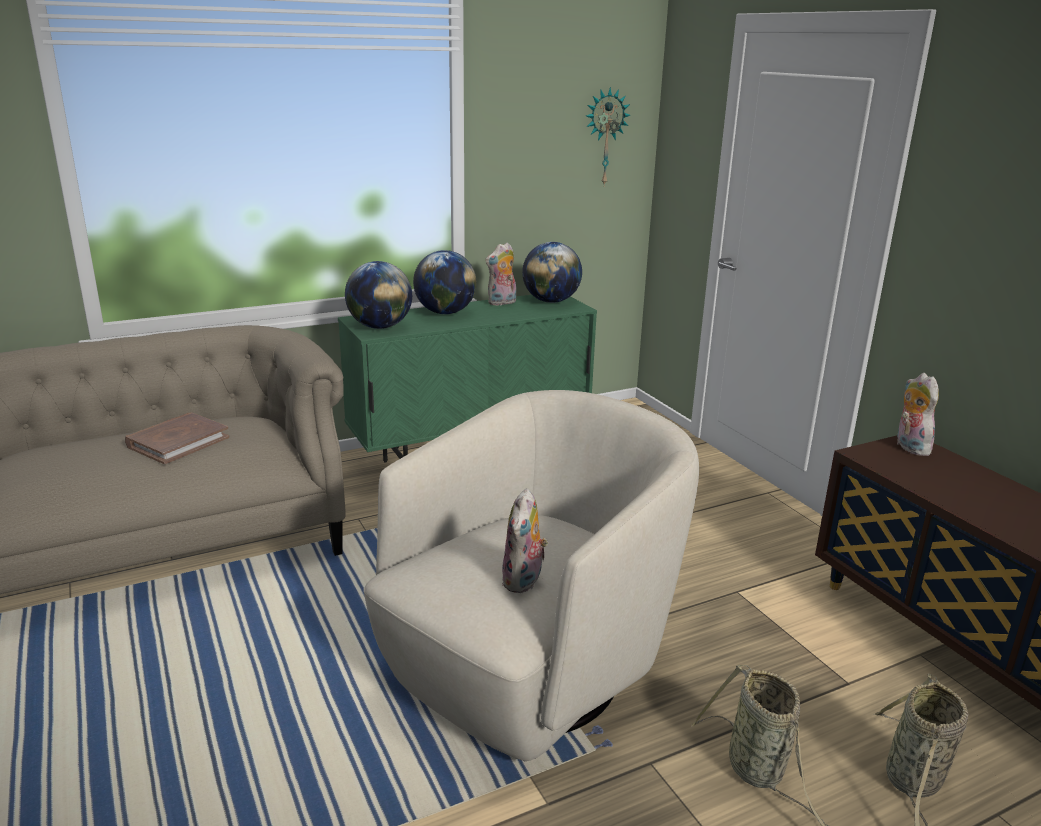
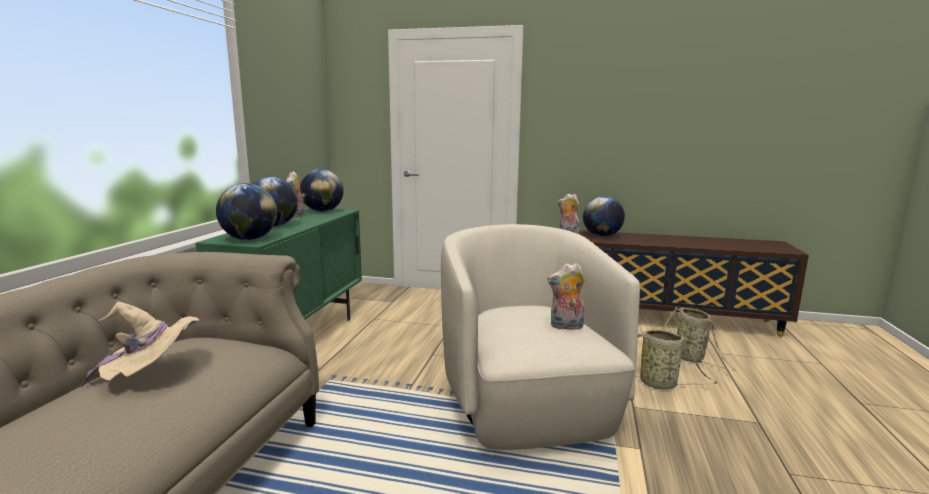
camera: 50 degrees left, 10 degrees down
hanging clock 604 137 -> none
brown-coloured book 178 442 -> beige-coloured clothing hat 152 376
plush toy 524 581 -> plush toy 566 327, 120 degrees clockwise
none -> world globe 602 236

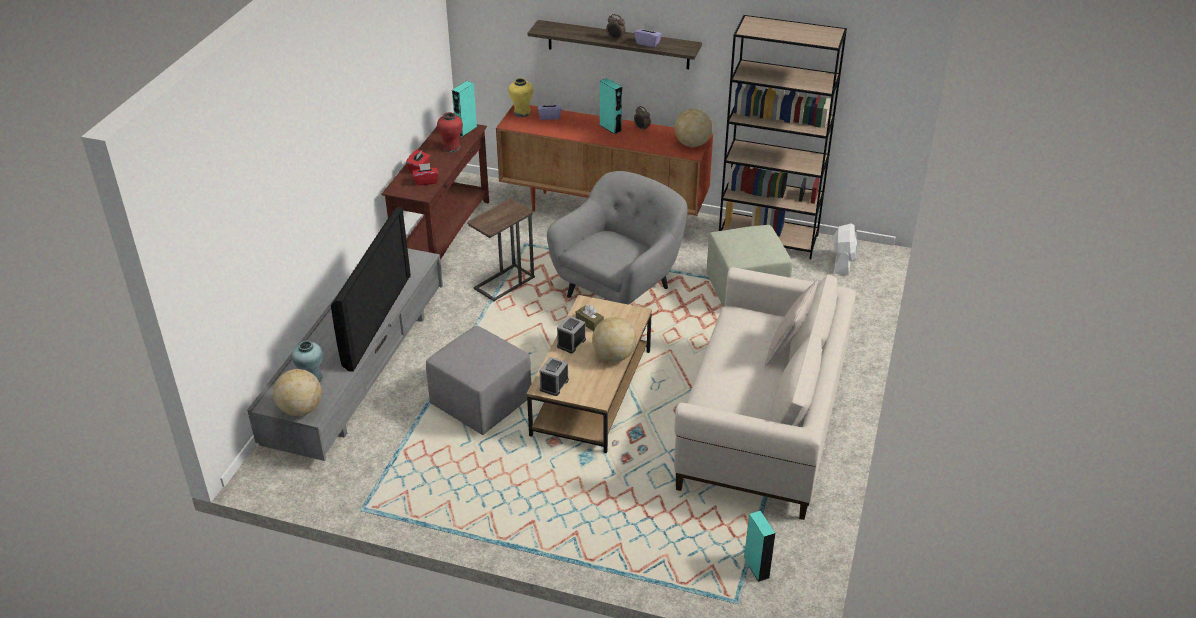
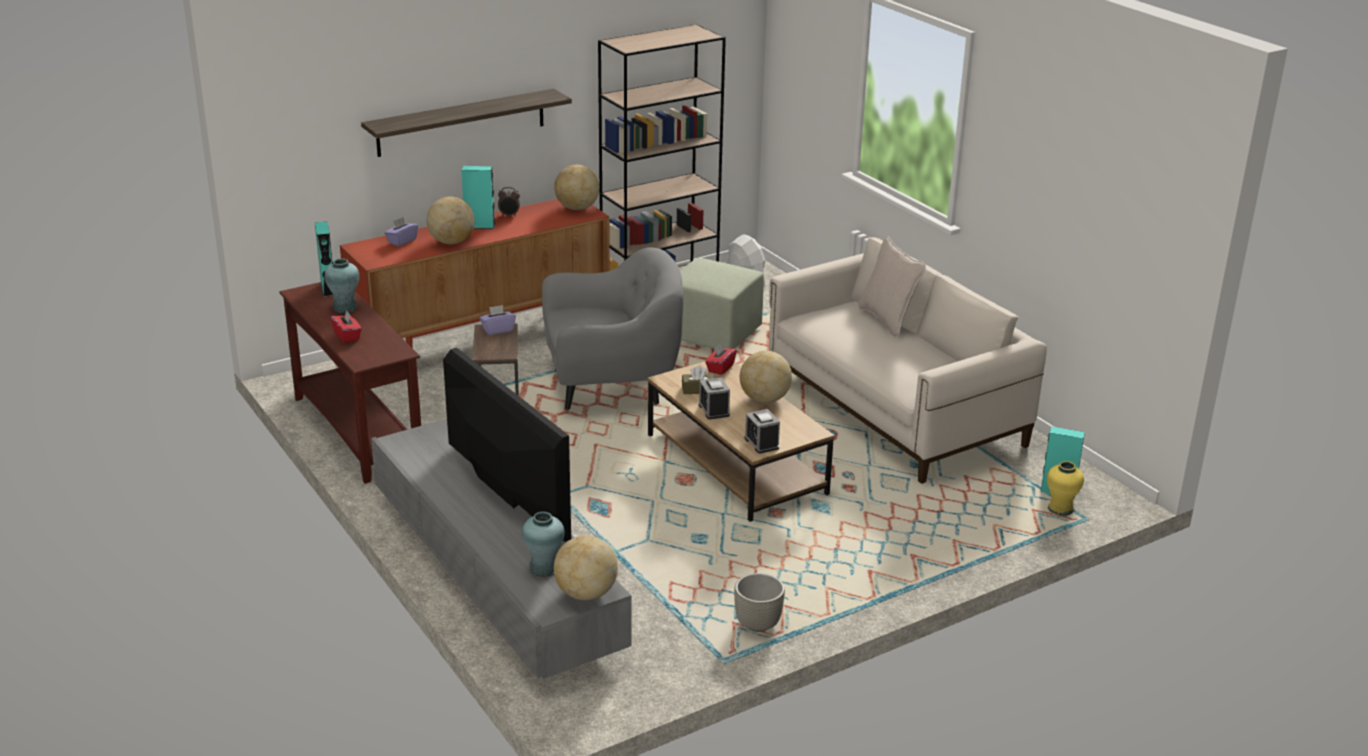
camera: 50 degrees left, 10 degrees down
table clock 615 39 -> none
purple-coloured tissue box 648 43 -> purple-coloured tissue box 498 330, relocated
yellow vase 522 113 -> yellow vase 1060 510, relocated
reddish vase 451 147 -> turquoise-coloured vase 344 307
reddish tissue box 426 181 -> reddish tissue box 720 368, relocated
gray lounge chair 619 289 -> gray lounge chair 612 386, 90 degrees clockwise
gray pouffe 480 403 -> none
none -> world globe 451 242
none -> gray plant pot 757 625

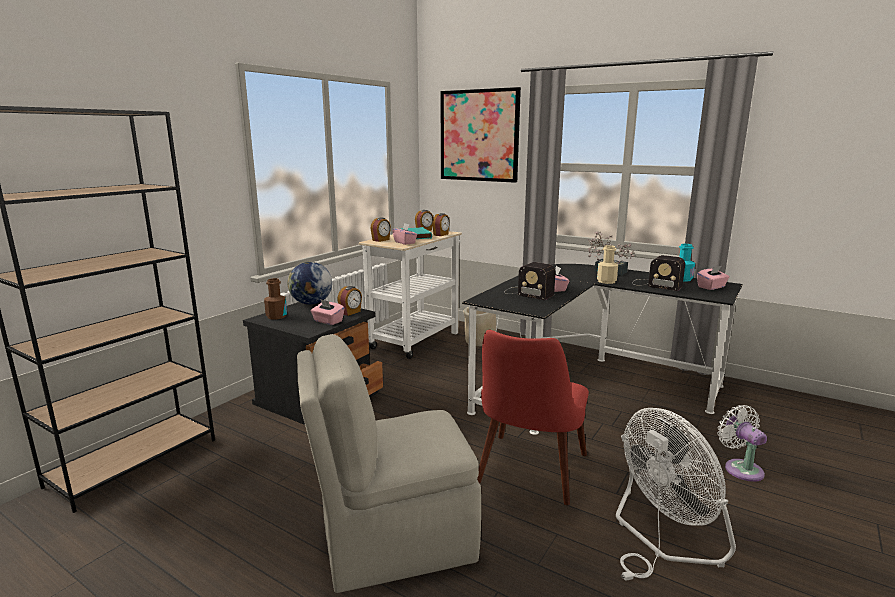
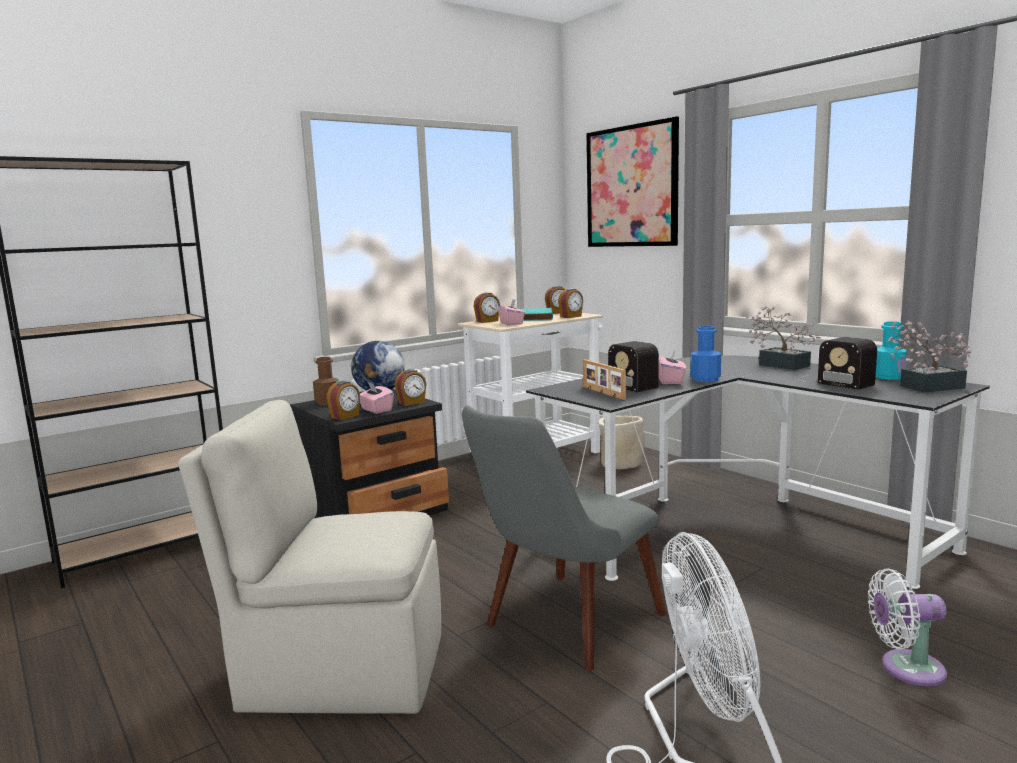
camera: 20 degrees right, 5 degrees down
beige-coloured drink bottle 606 281 -> none
pink tissue box 711 287 -> houseplant 925 387
reddish upright chair 528 476 -> gray upright chair 561 628
white cooling fan 741 468 -> white cooling fan 906 668, 90 degrees counterclockwise
none -> bluish drink bottle 705 379
none -> picture frame 602 393
none -> table clock 345 416

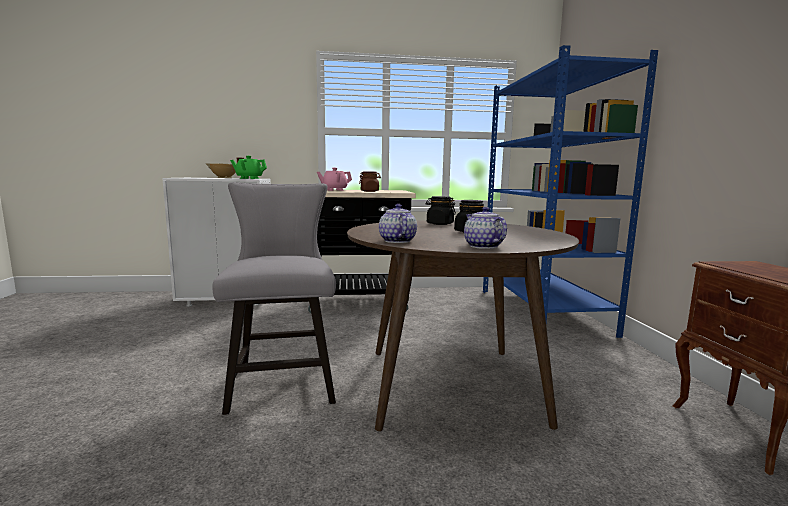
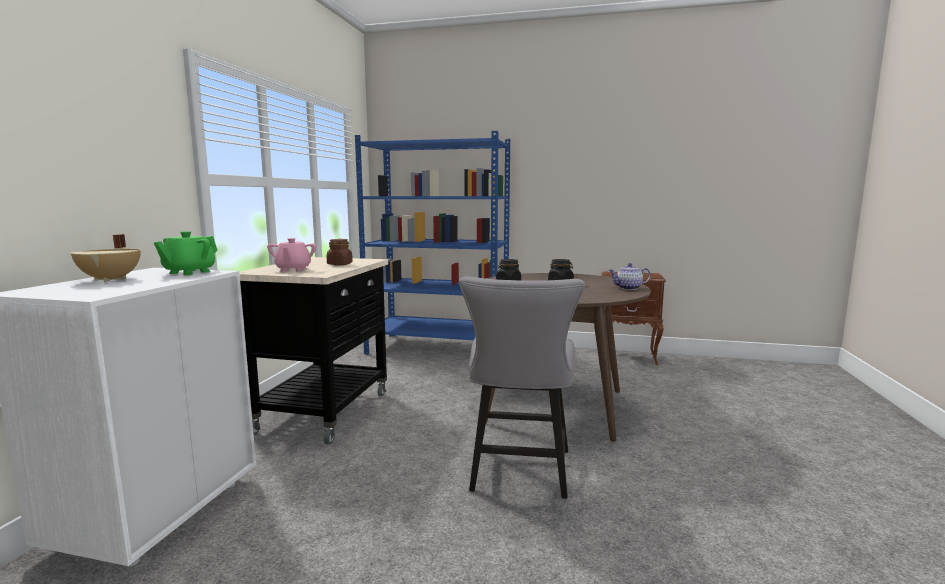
camera: 70 degrees left, 0 degrees up
gray upright chair 283 381 -> gray upright chair 519 474, 90 degrees counterclockwise
tea pot 396 241 -> none

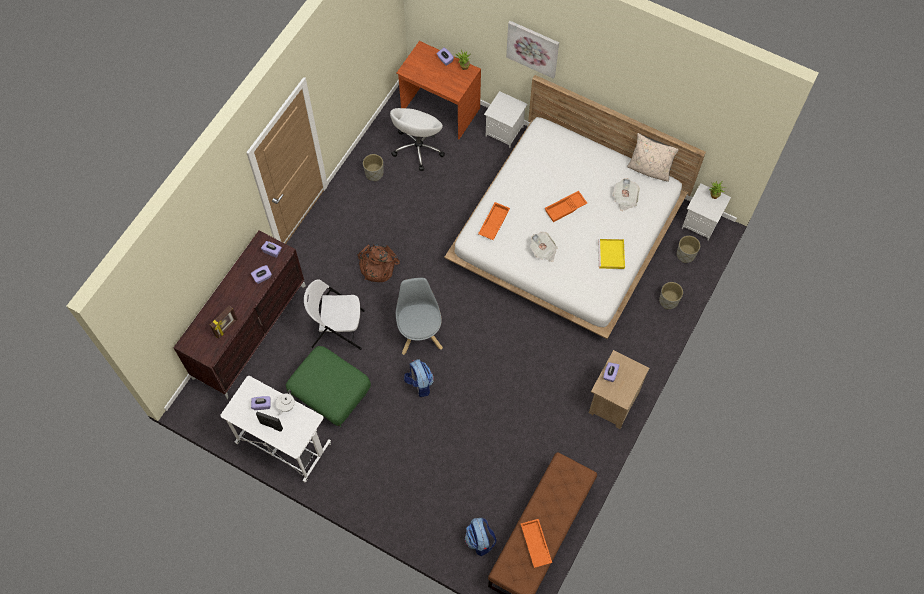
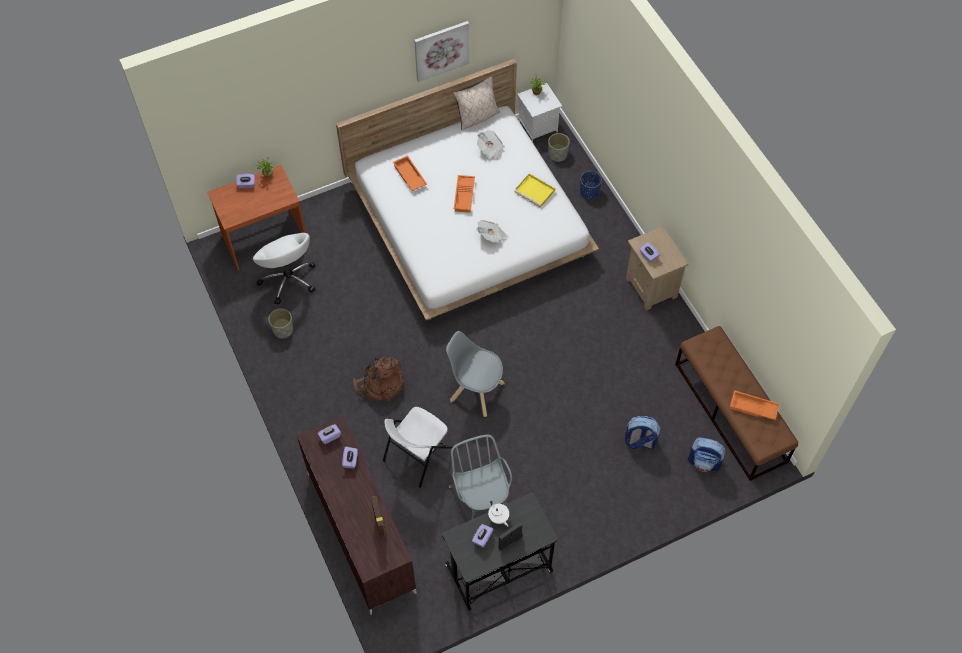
camera: 55 degrees left, 5 degrees down
wall picture 533 48 -> wall picture 441 50, relocated
gray bedside table 505 131 -> none
orange-coloured tray 493 223 -> orange-coloured tray 409 176, relocated
gray plant pot 668 301 -> bluish plant pot 589 192
greenish pouffe 332 394 -> gray upright chair 481 499
backpack 419 384 -> backpack 639 441, relocated
white desk table 283 443 -> black-coloured desk table 498 569

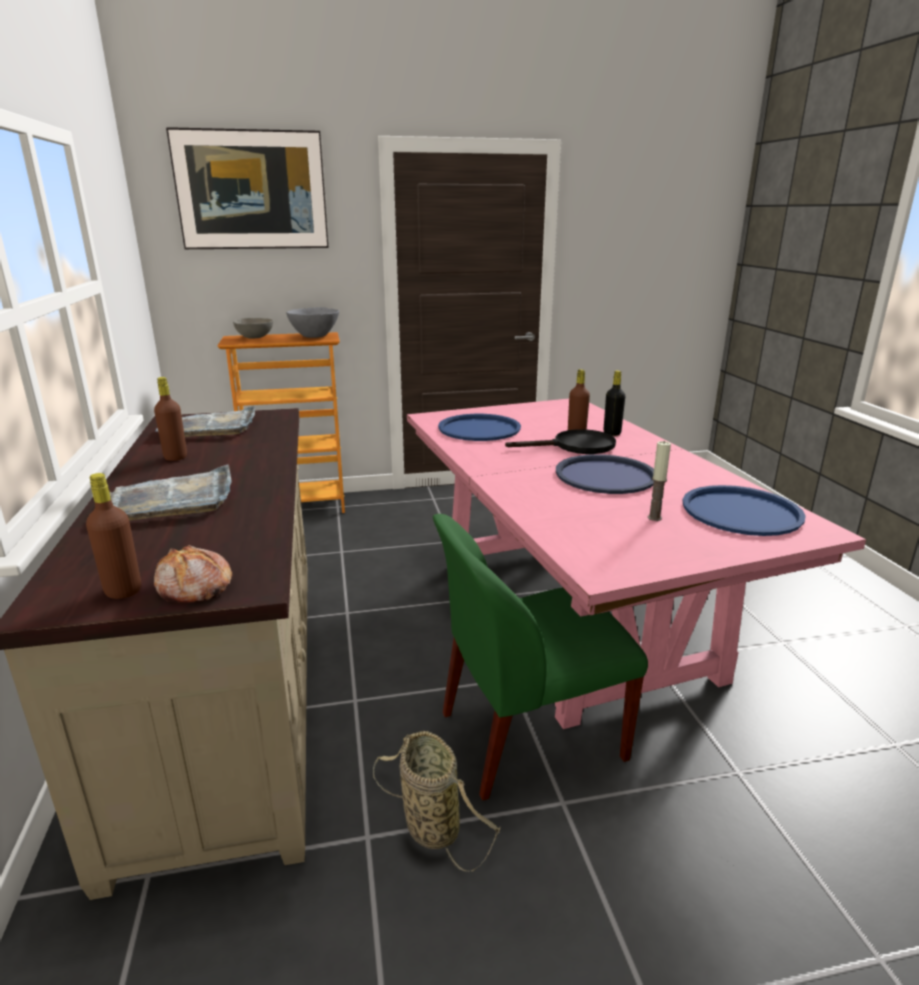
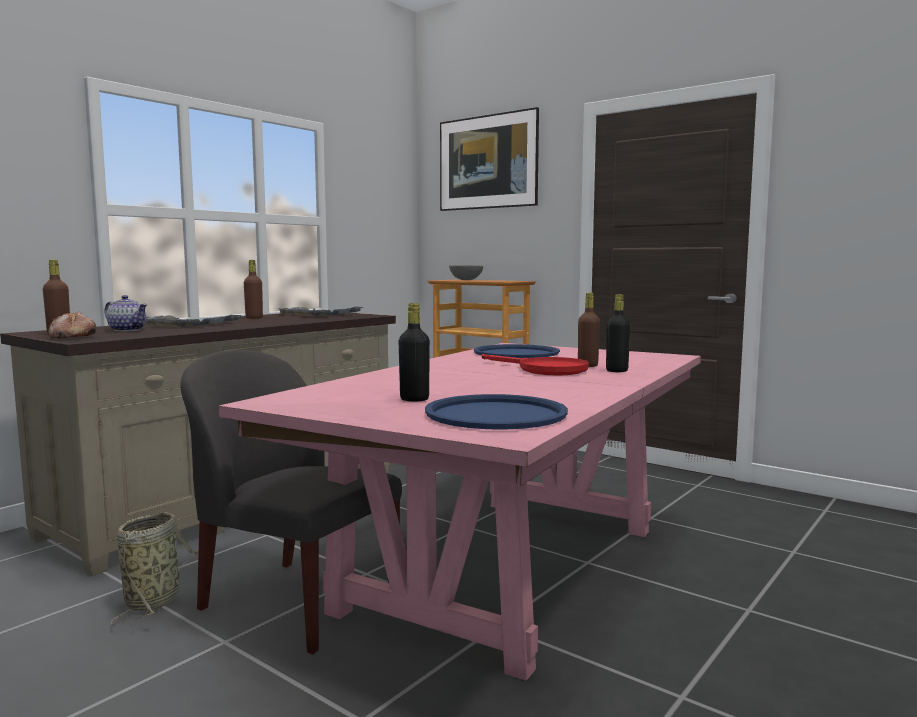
camera: 50 degrees right, 15 degrees down
gray deep dish 315 337 -> none
black-coloured frying pan 575 446 -> reddish frying pan 544 369
wax light 654 518 -> black-coloured drink bottle 414 399
bluish tray 605 476 -> none
greenish upright chair 526 736 -> gray upright chair 295 602
none -> tea pot 127 330

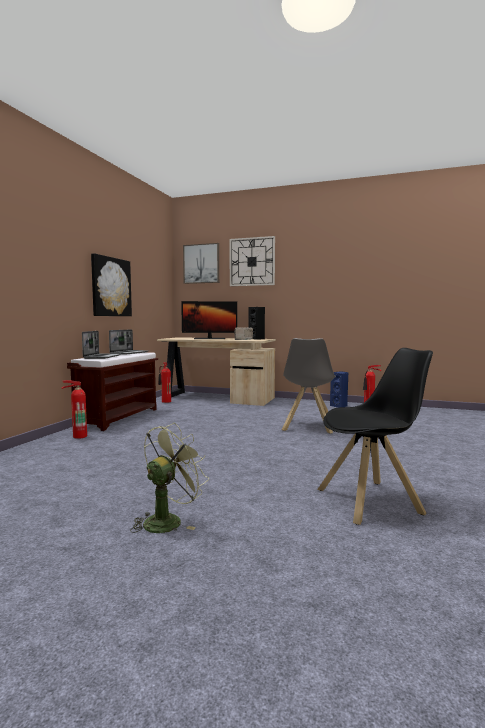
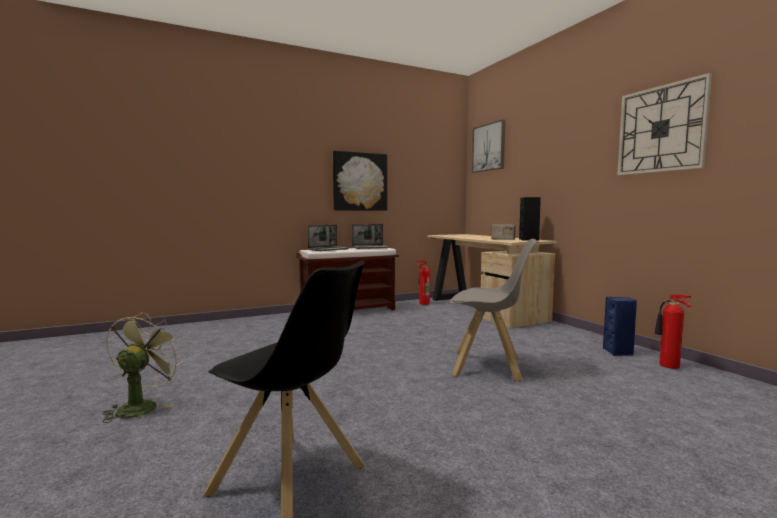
camera: 45 degrees right, 0 degrees up
hanging clock 252 261 -> hanging clock 661 129, relocated
computer display 209 338 -> none
gray upright chair 307 427 -> gray upright chair 489 366, 135 degrees counterclockwise
extinguisher 78 436 -> none
greenish cooling fan 168 520 -> greenish cooling fan 141 406, 75 degrees counterclockwise

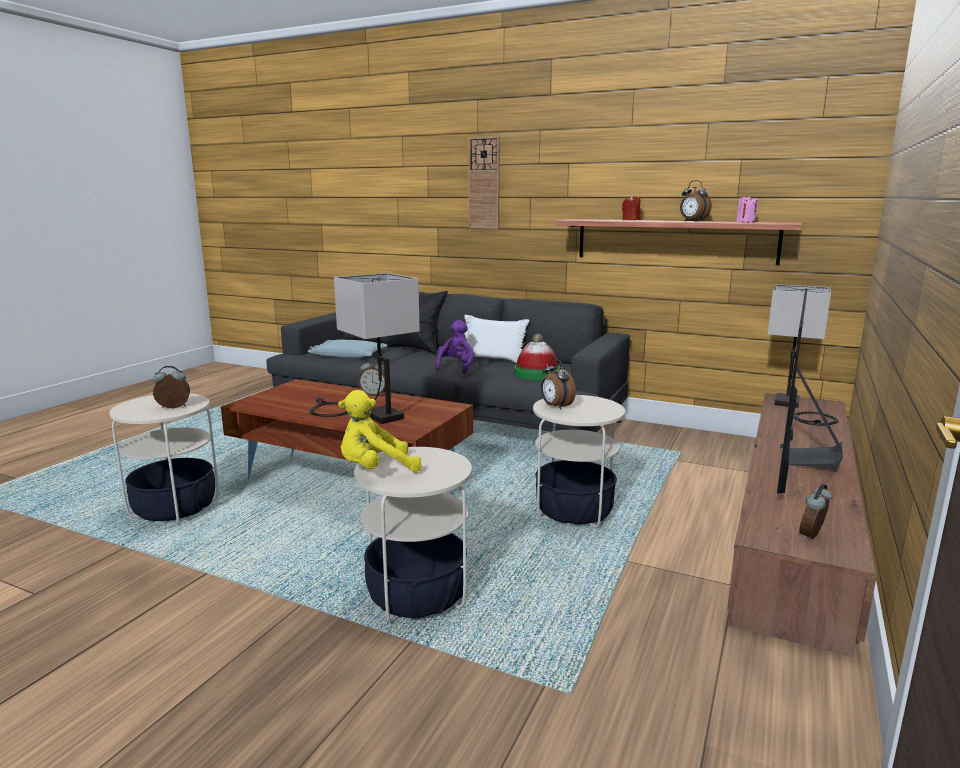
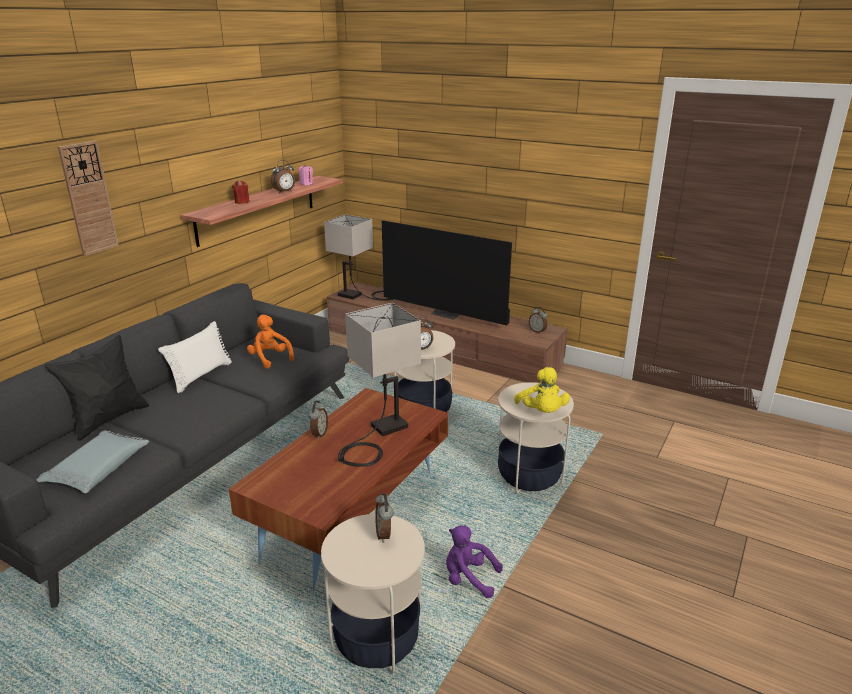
camera: 85 degrees left, 10 degrees up
purple-coloured plush toy 456 367 -> purple-coloured plush toy 468 579, relocated
clothing hat 536 374 -> orange-coloured plush toy 270 359

